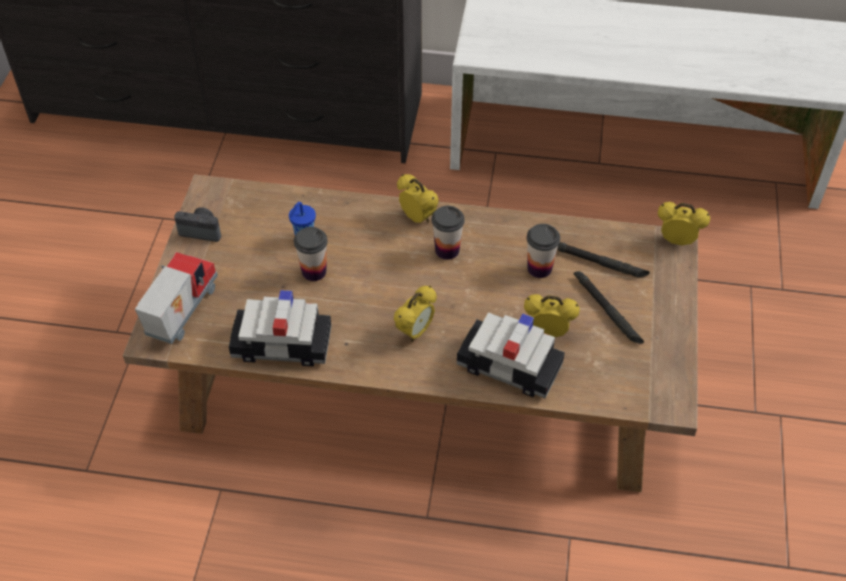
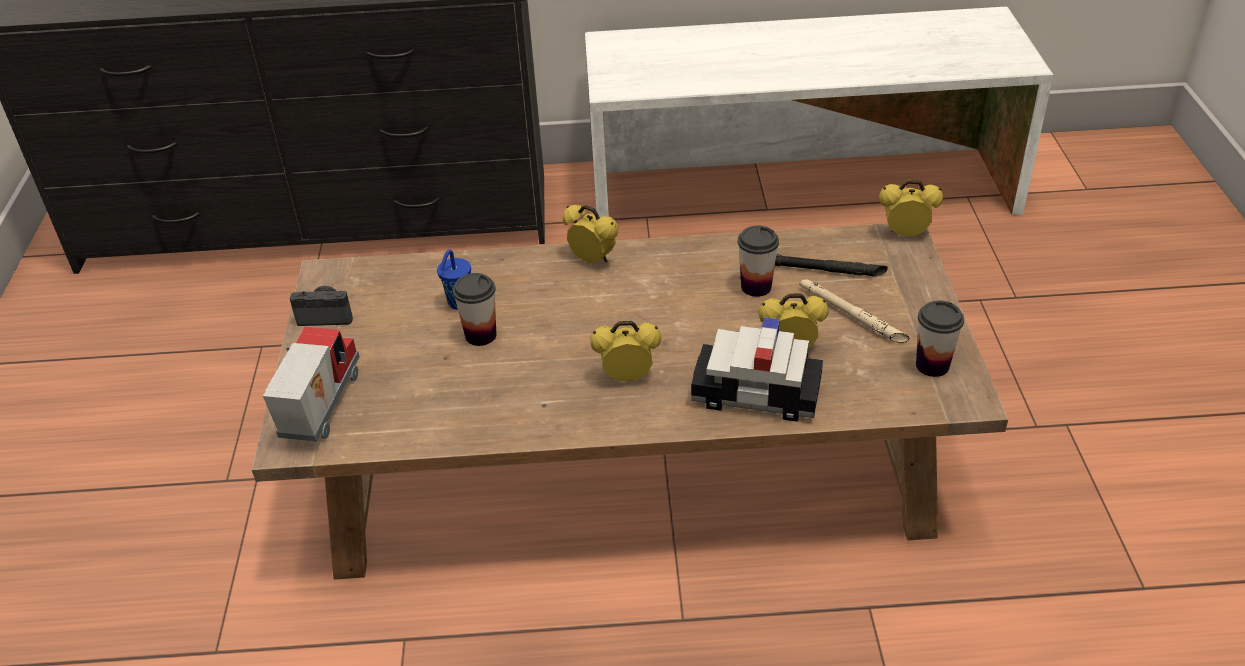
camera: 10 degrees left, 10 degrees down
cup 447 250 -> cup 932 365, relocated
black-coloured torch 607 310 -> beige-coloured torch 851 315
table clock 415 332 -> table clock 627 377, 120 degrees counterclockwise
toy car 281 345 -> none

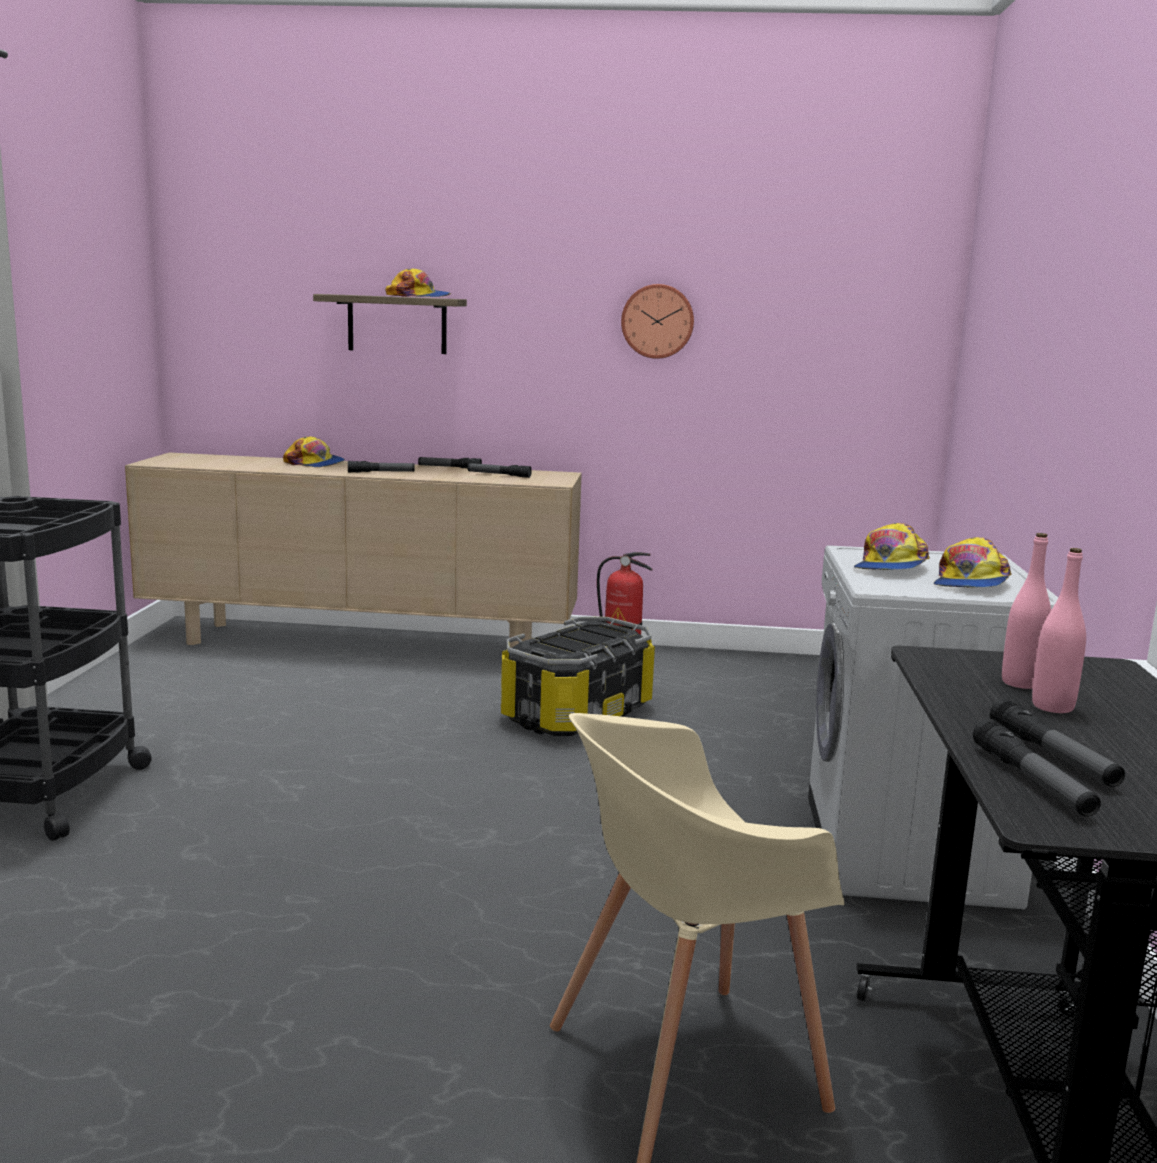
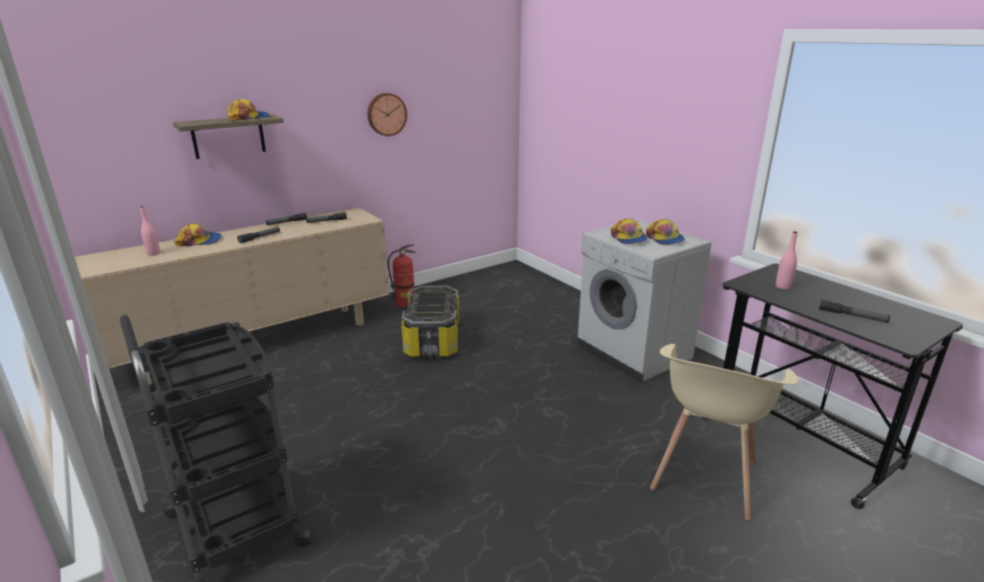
camera: 40 degrees left, 10 degrees up
pink drink bottle 1052 707 -> pink drink bottle 153 253, relocated
torch 1032 781 -> none

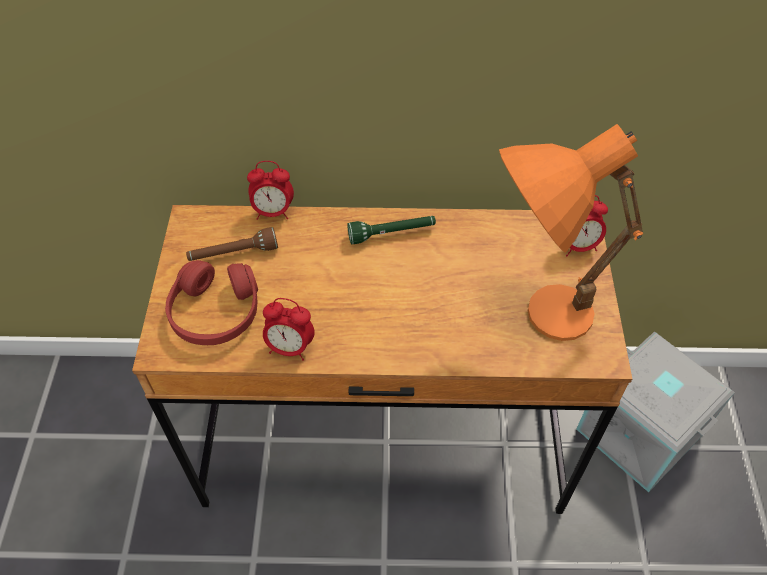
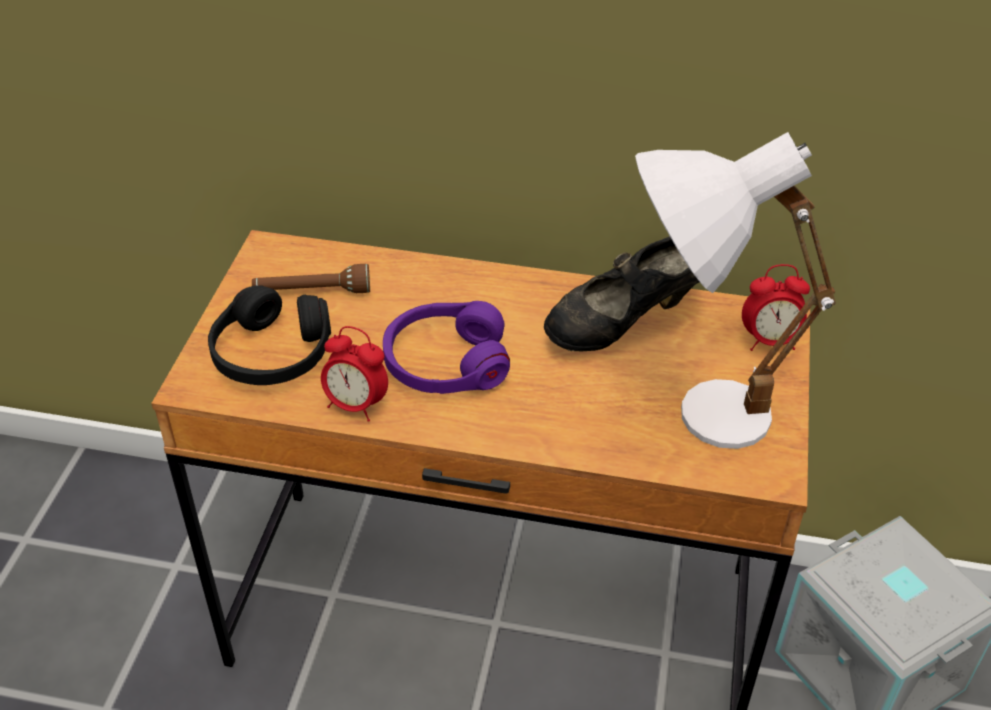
camera: 10 degrees right, 10 degrees down
orange-coloured tabletop lamp 535 315 -> white tabletop lamp 690 413
table clock 273 212 -> none
greenish torch 392 234 -> none
reddish headphones 215 312 -> black-coloured headphones 272 353
none -> black-coloured low shoe 624 324
none -> purple-coloured headphones 445 363

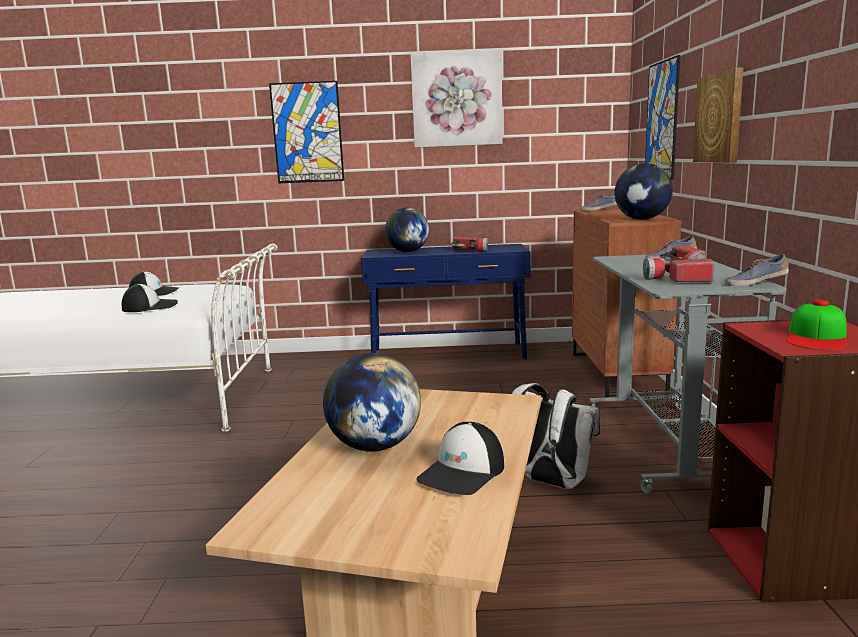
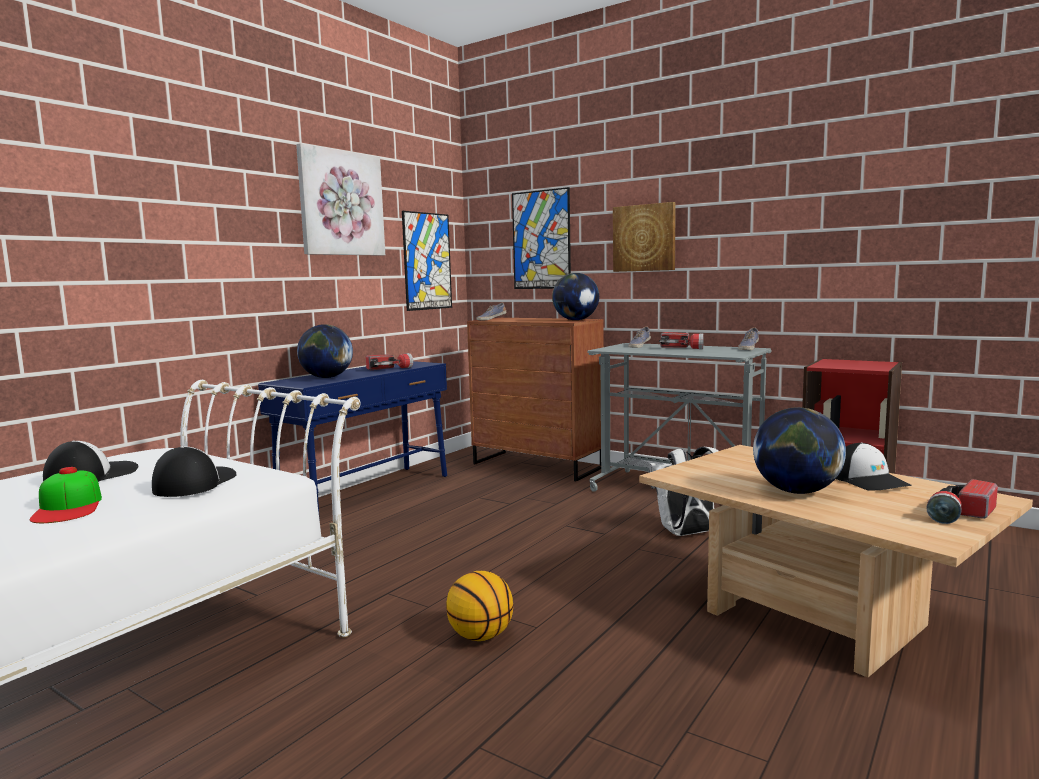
camera: 55 degrees left, 5 degrees down
wall picture 307 133 -> wall picture 427 261, relocated
torch 677 280 -> torch 960 514, relocated
baseball cap 817 337 -> baseball cap 68 507, relocated
none -> ball for basketball 481 636

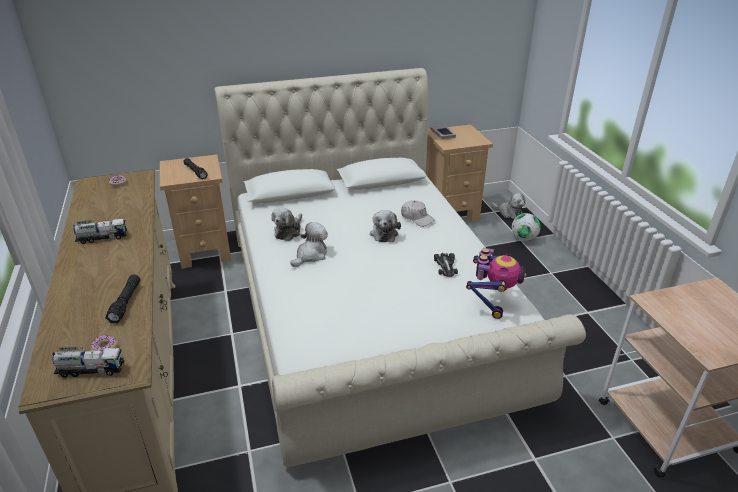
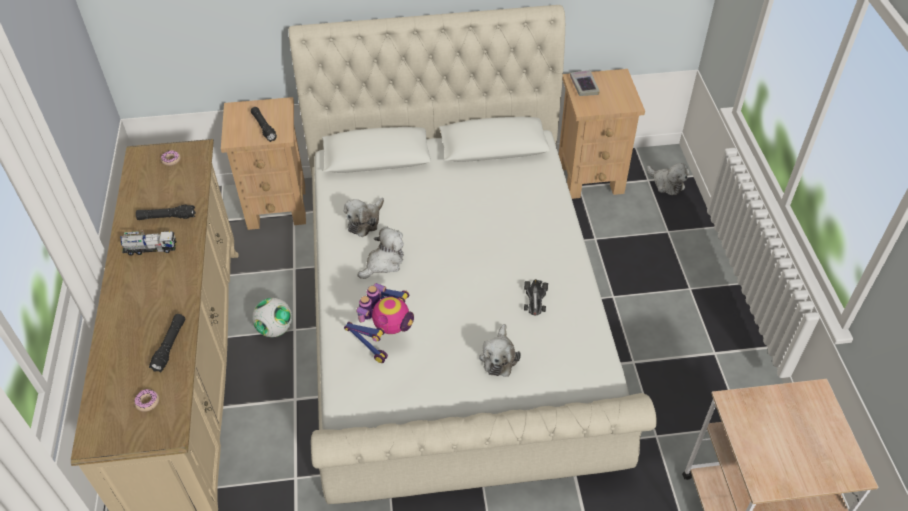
camera: 10 degrees right, 15 degrees up
white baseball cap 417 218 -> none
plush toy 384 233 -> plush toy 499 357, relocated
football ball 523 238 -> football ball 275 329, relocated
robot figure 491 300 -> robot figure 386 337, relocated
model truck 91 370 -> none
none -> black-coloured torch 167 217

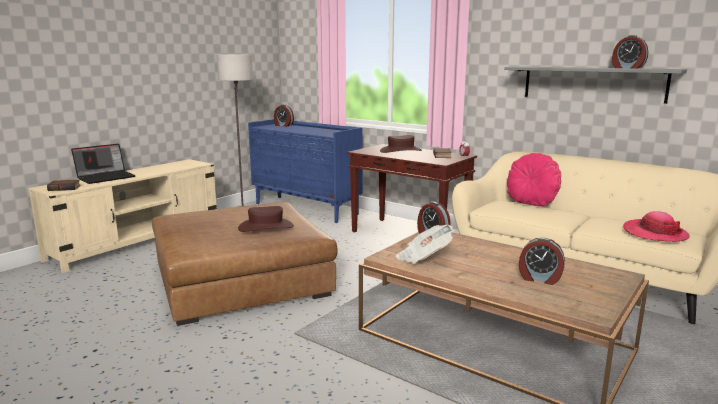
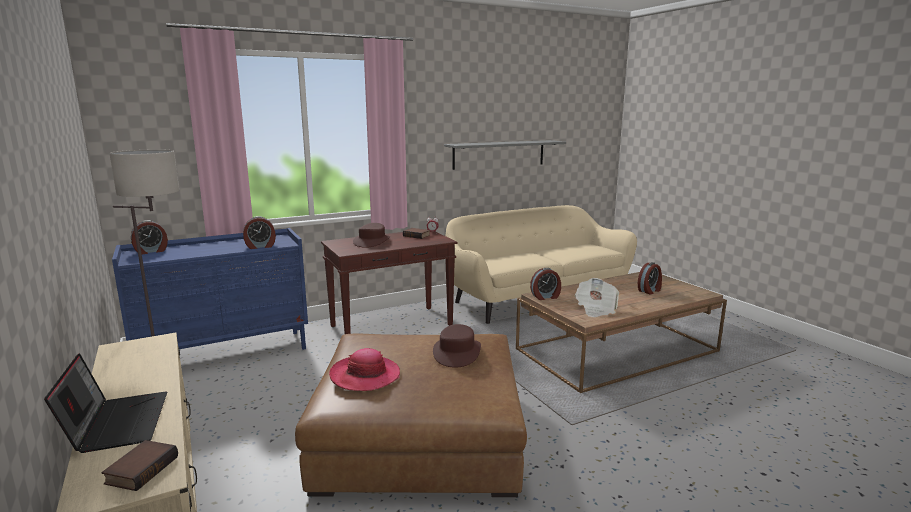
camera: 65 degrees left, 0 degrees up
table clock 627 68 -> table clock 260 246, relocated
pink throw pillow 531 203 -> none
clothing hat 654 233 -> clothing hat 365 376, relocated

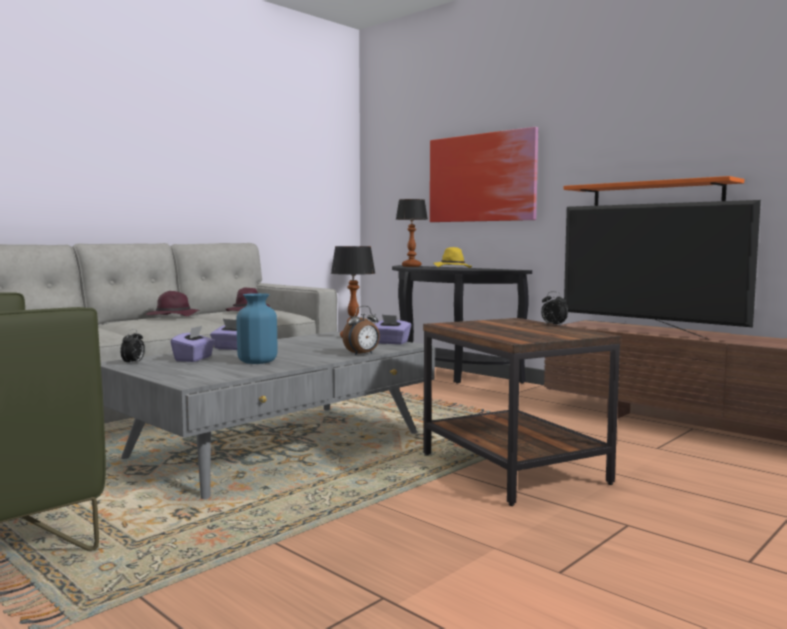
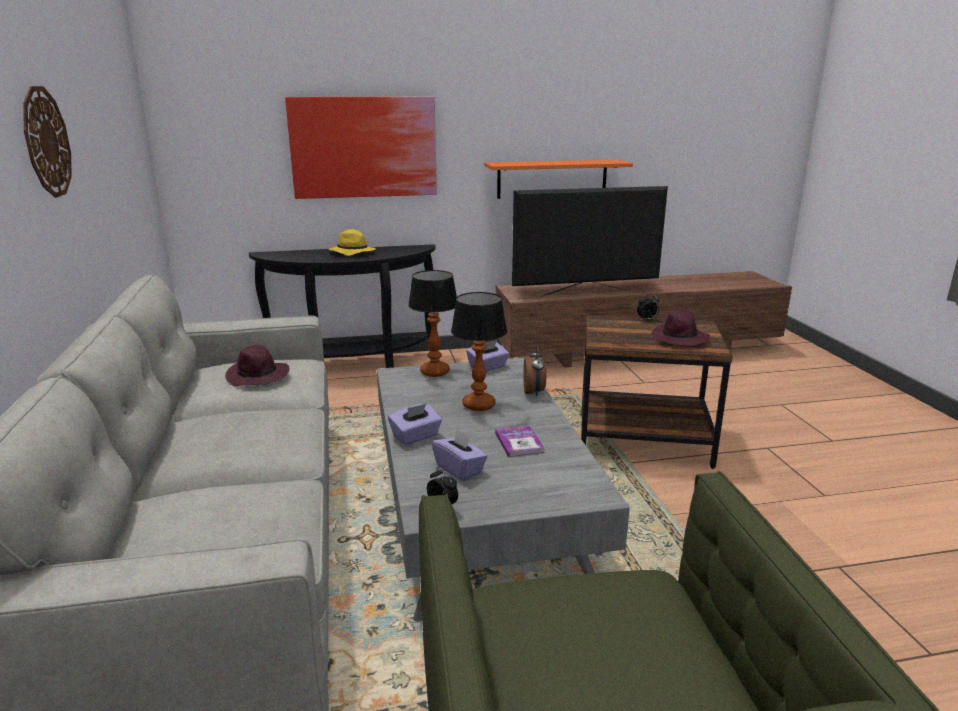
camera: 55 degrees left, 15 degrees up
tabletop lamp 412 266 -> tabletop lamp 479 405, relocated
purple-coloured clothing hat 172 316 -> purple-coloured clothing hat 679 339, relocated
bluish vase 257 362 -> book 519 442
none -> hanging clock 46 142

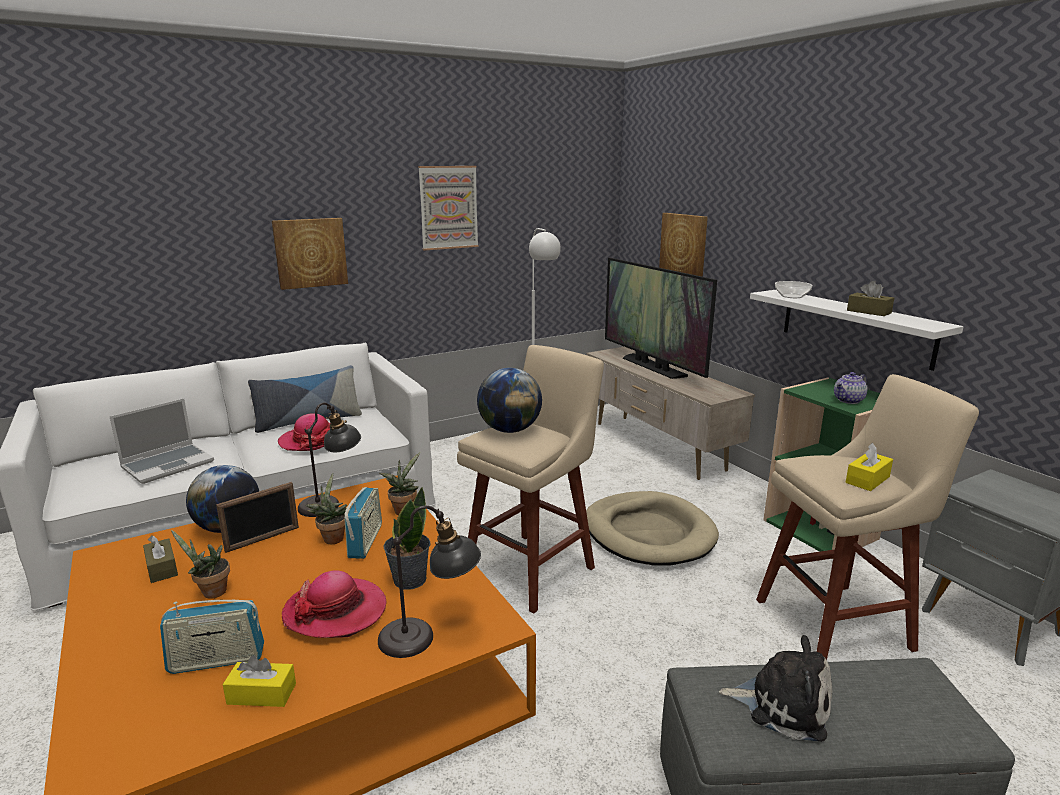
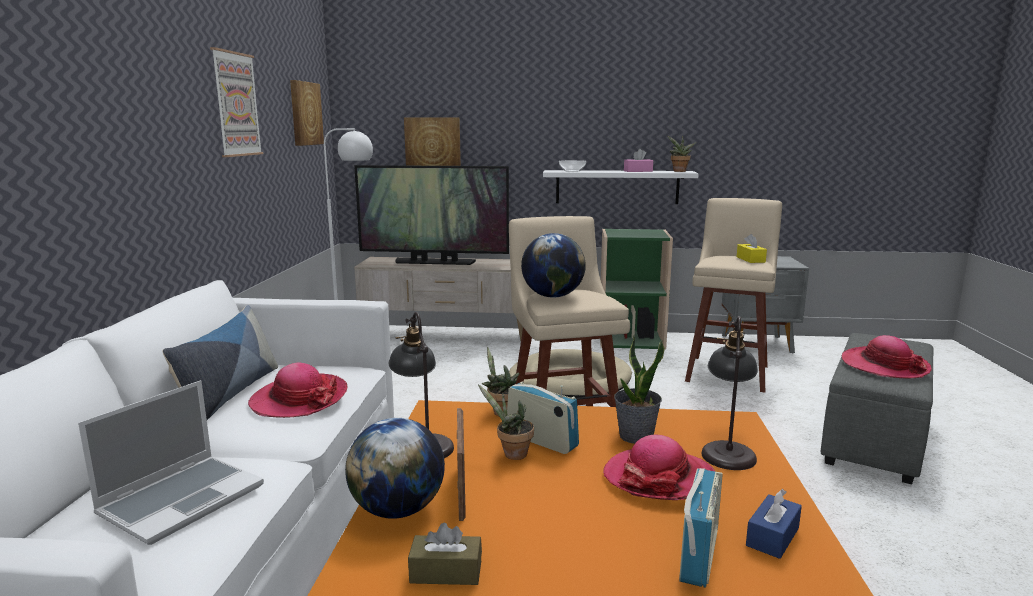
camera: 55 degrees left, 5 degrees down
wall picture 310 253 -> wall picture 305 113, relocated
brown-coloured tissue box 868 312 -> pink tissue box 638 171
tea pot 848 400 -> none
laptop 168 464 -> laptop 183 499, 45 degrees clockwise
houseplant 211 592 -> houseplant 679 171, relocated
plush toy 782 704 -> clothing hat 884 366
yellow tissue box 261 694 -> bluish tissue box 772 537

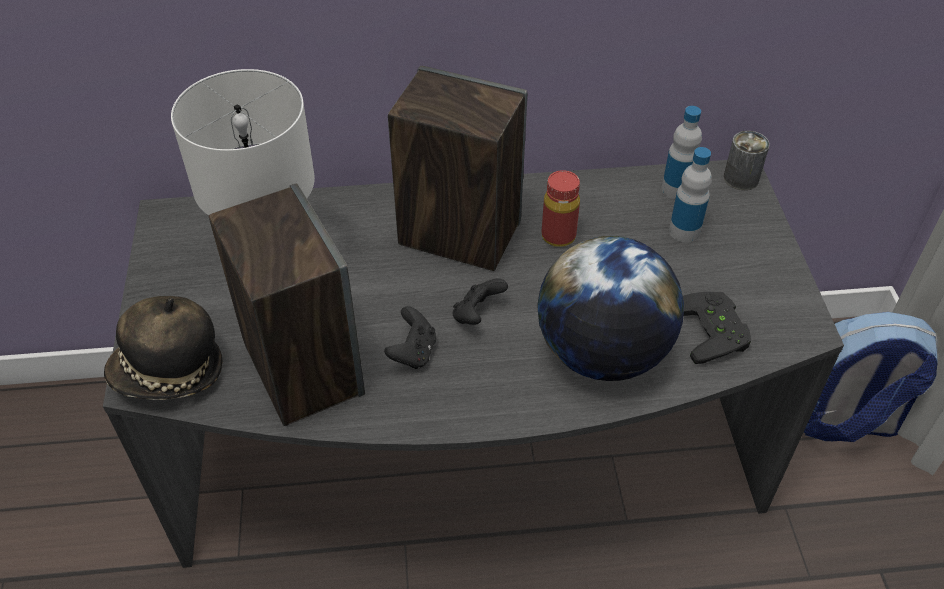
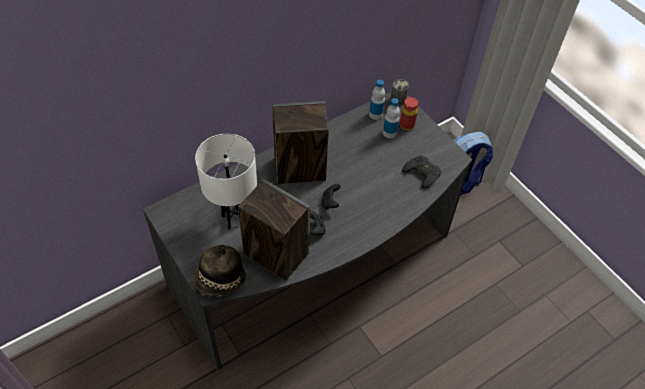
camera: 30 degrees left, 5 degrees up
reddish drink bottle 558 236 -> reddish drink bottle 407 125, relocated
world globe 602 353 -> none

